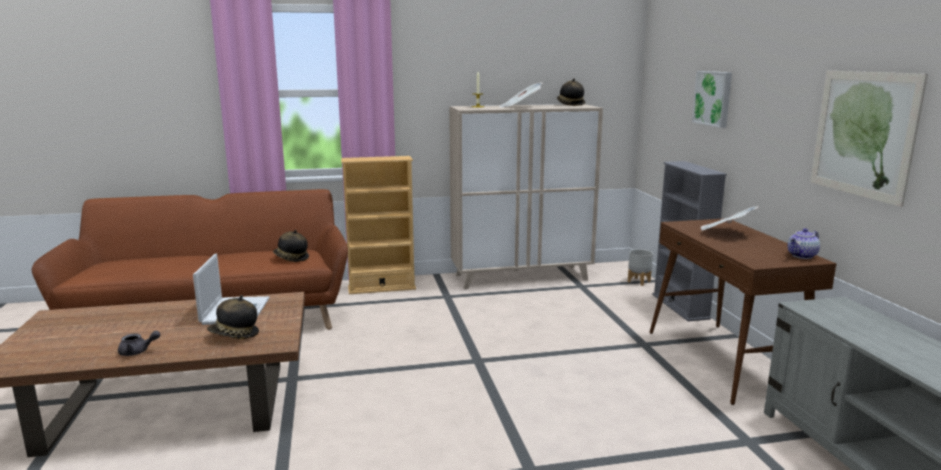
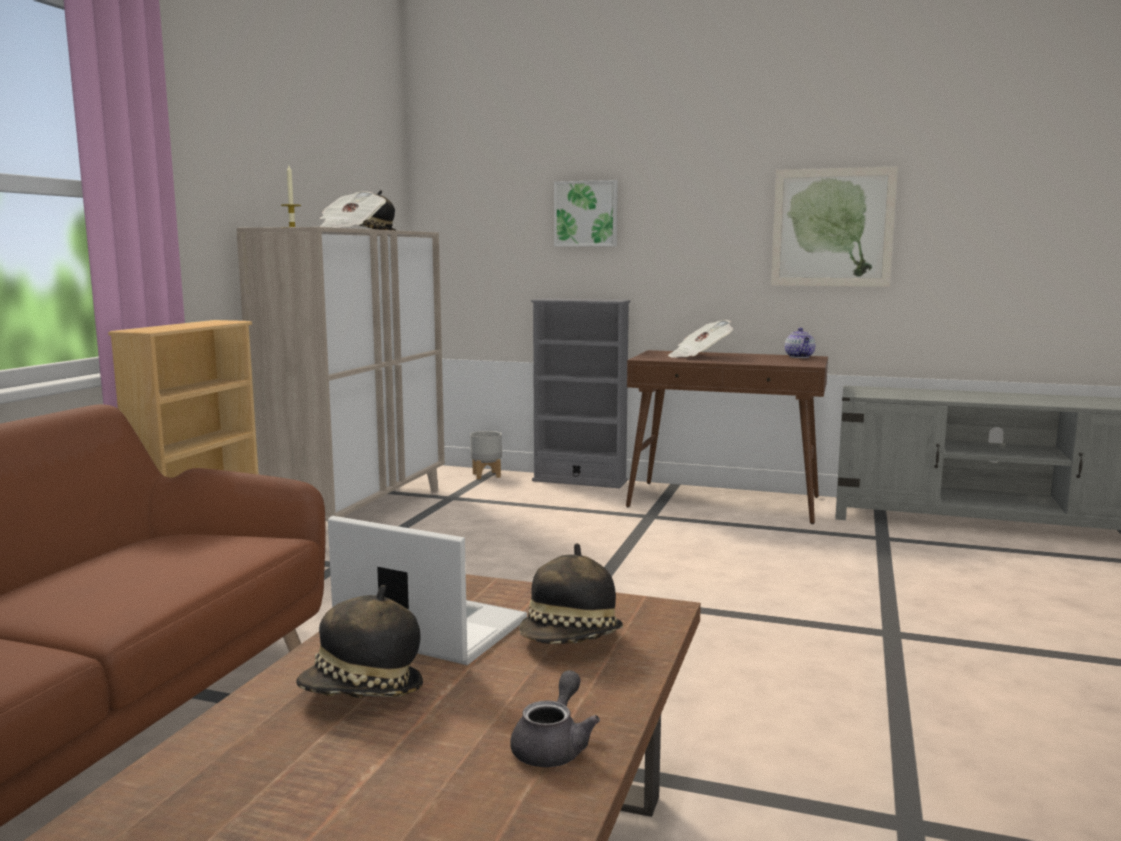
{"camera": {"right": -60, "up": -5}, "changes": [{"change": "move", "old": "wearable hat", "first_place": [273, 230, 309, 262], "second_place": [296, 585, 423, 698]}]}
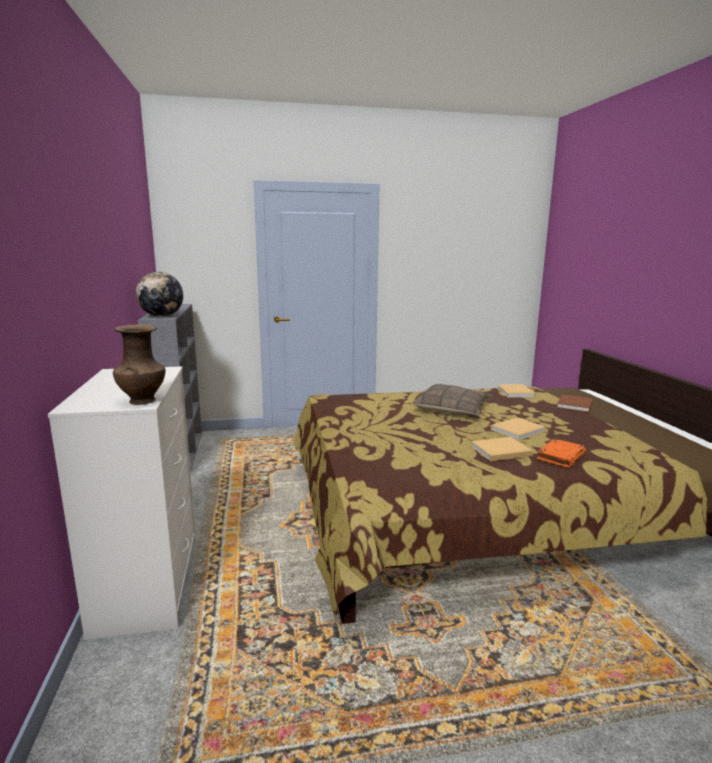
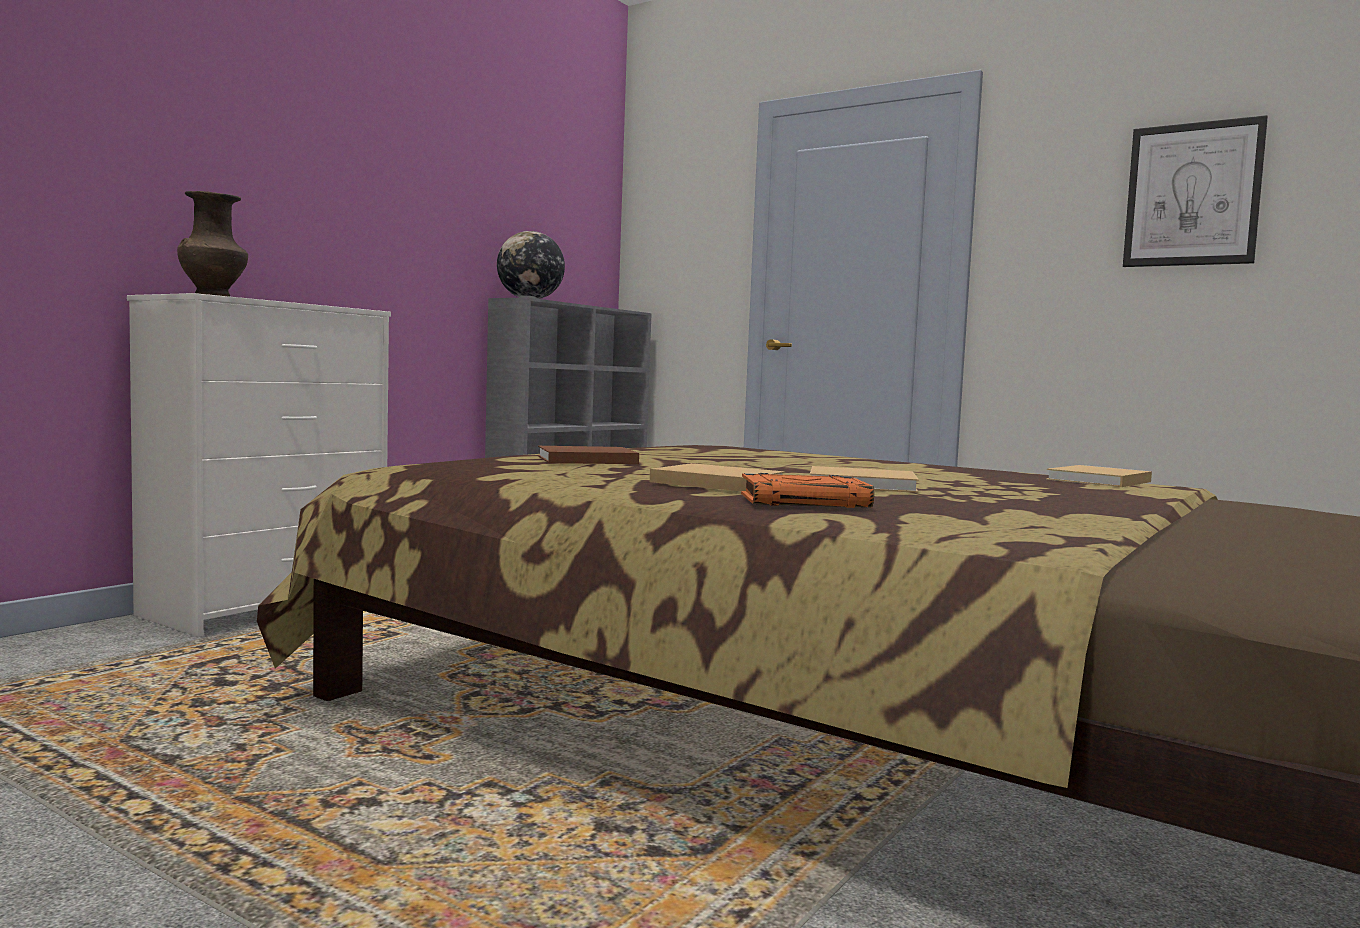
{"camera": {"right": 45, "up": -10}, "changes": [{"change": "move", "old": "brown bound book", "first_place": [557, 394, 593, 412], "second_place": [538, 446, 639, 464]}, {"change": "insert", "new": "wall picture", "second_place": [1123, 115, 1268, 267]}, {"change": "delete", "old": "pillow", "first_place": [412, 384, 493, 415]}]}
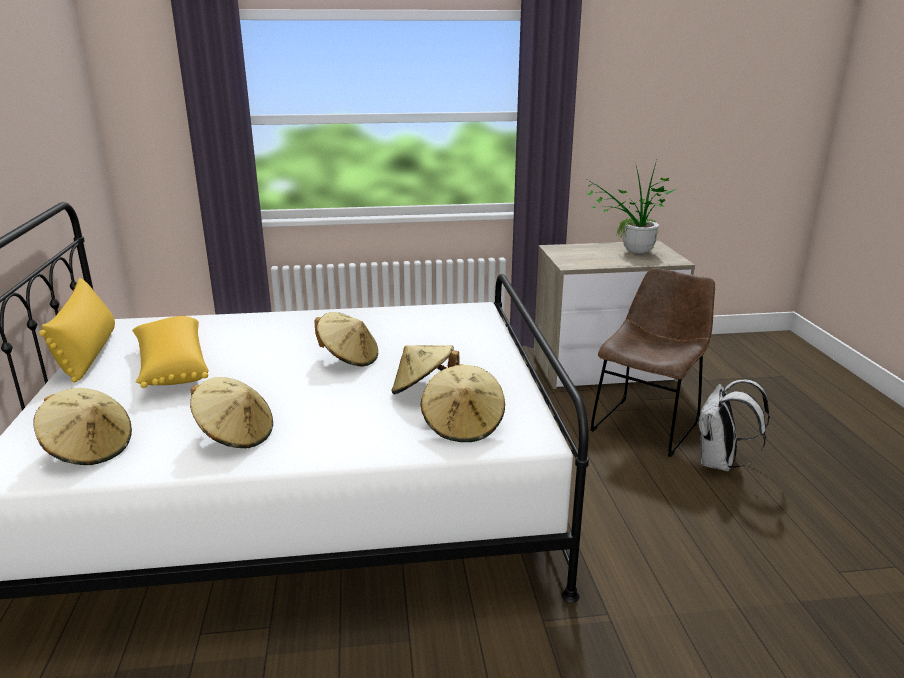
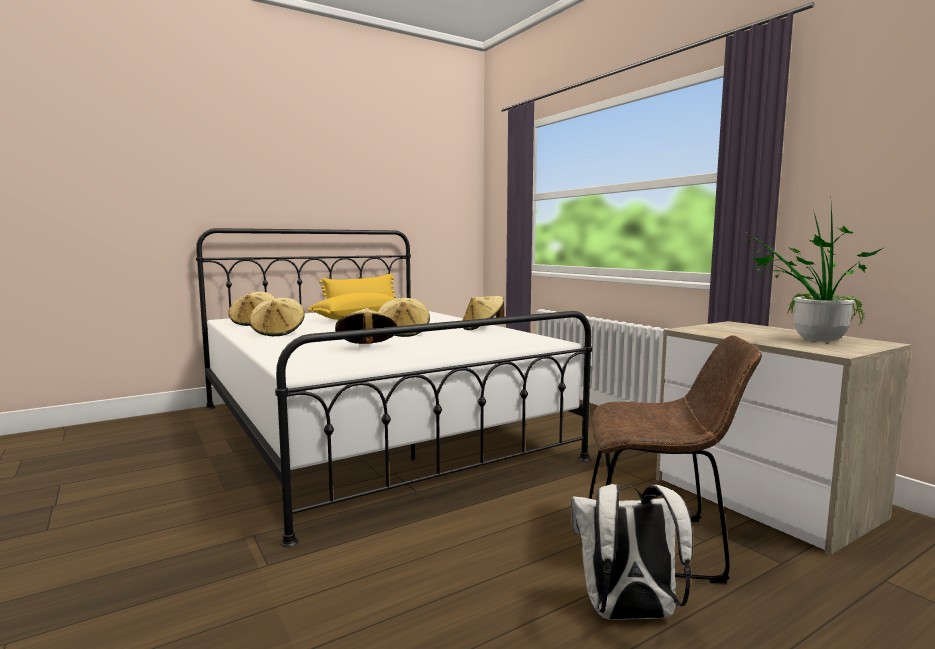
{"camera": {"right": 65, "up": -15}, "changes": [{"change": "move", "old": "sand-coloured wearable hat", "first_place": [420, 364, 505, 442], "second_place": [462, 296, 504, 330]}]}
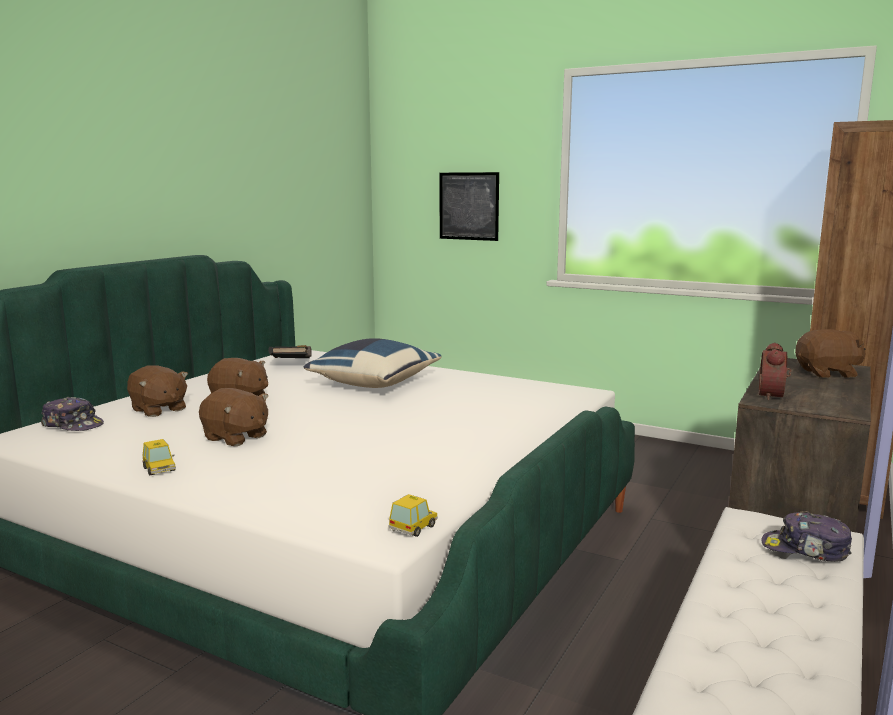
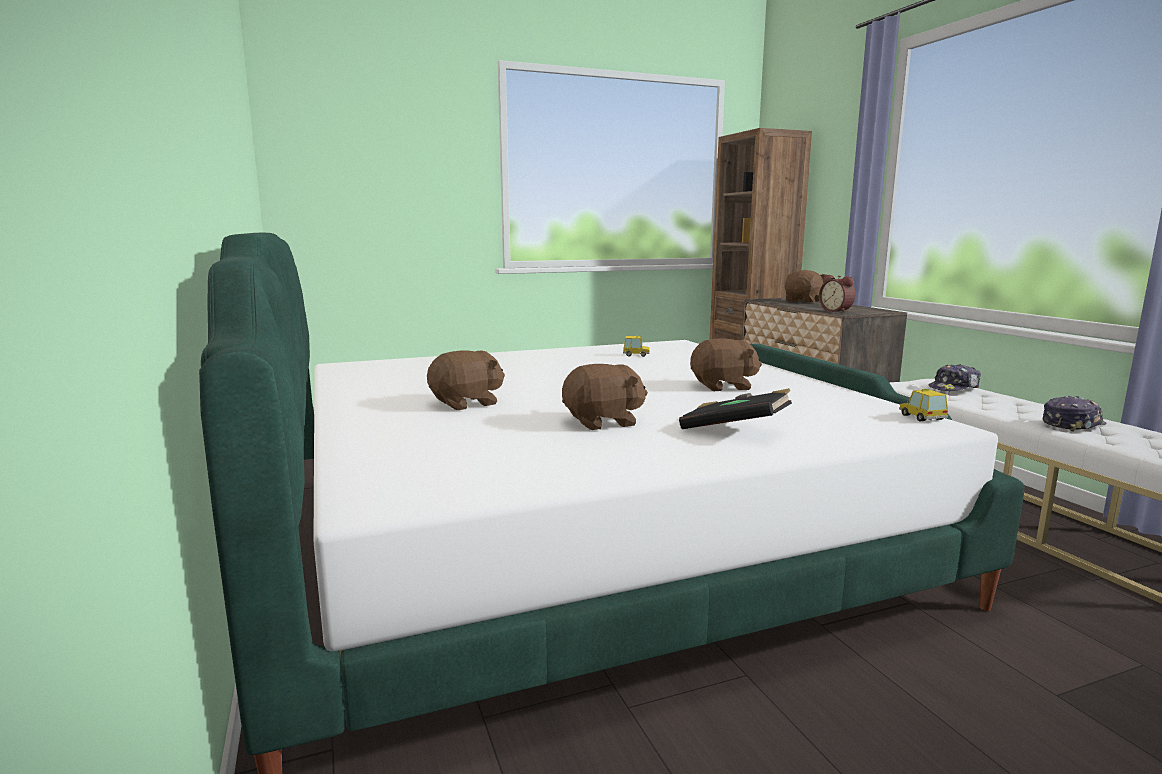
{"camera": {"right": -50, "up": 0}, "changes": [{"change": "move", "old": "miniature car", "first_place": [142, 439, 176, 476], "second_place": [623, 335, 650, 357]}, {"change": "move", "old": "black bound book", "first_place": [268, 345, 312, 358], "second_place": [679, 388, 792, 429]}, {"change": "move", "old": "brown cuddly toy", "first_place": [127, 365, 188, 417], "second_place": [690, 338, 762, 391]}, {"change": "move", "old": "cap", "first_place": [41, 397, 104, 431], "second_place": [1043, 396, 1107, 432]}, {"change": "delete", "old": "blue pillow", "first_place": [304, 338, 441, 388]}, {"change": "delete", "old": "wall picture", "first_place": [440, 172, 499, 241]}]}
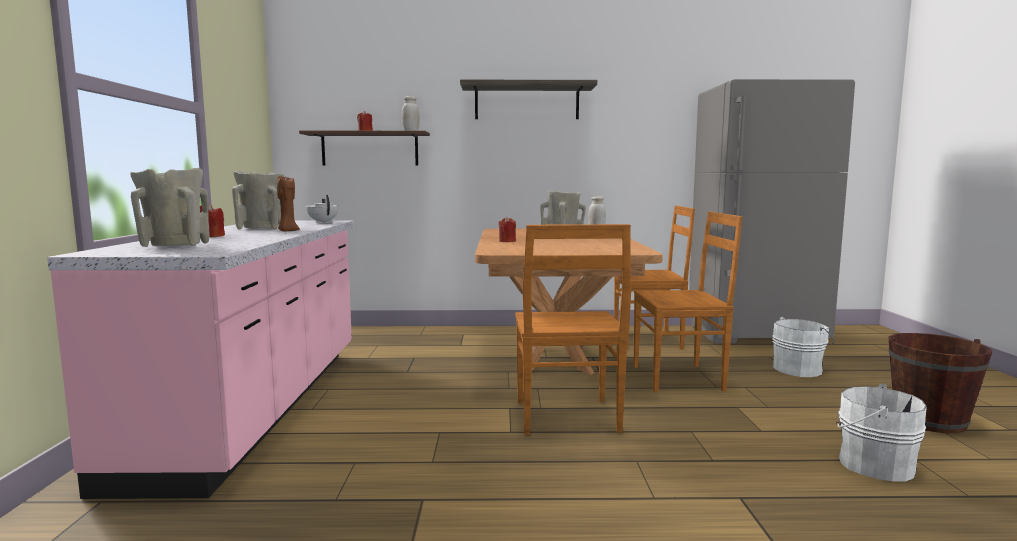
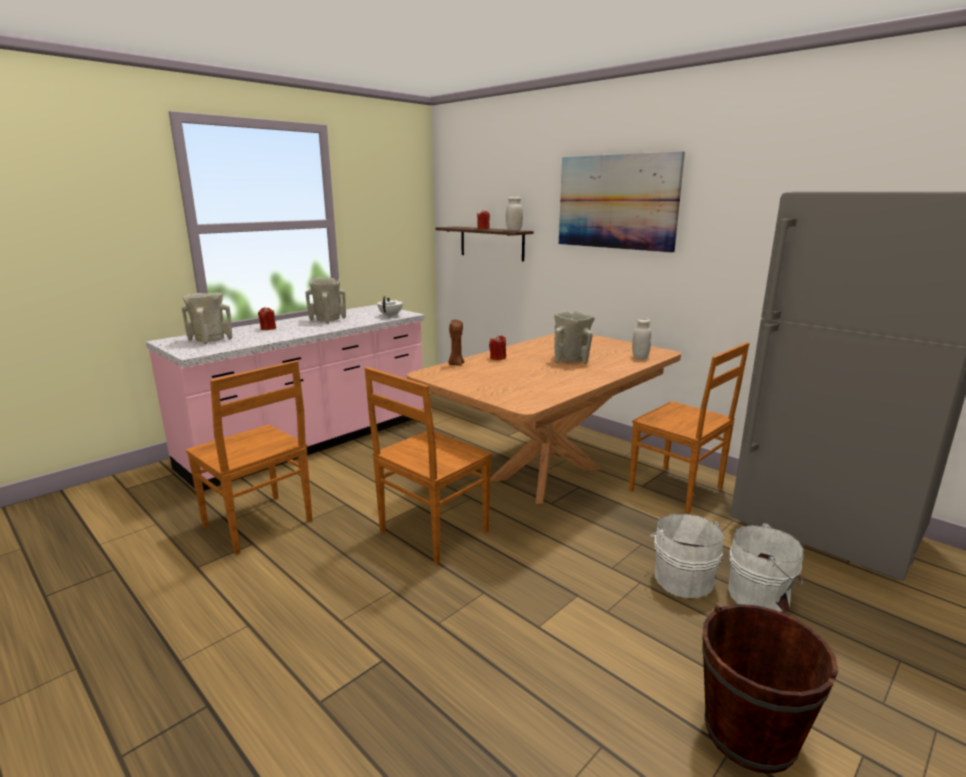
{"camera": {"right": 45, "up": 10}, "changes": [{"change": "move", "old": "brown chair", "first_place": [634, 211, 742, 392], "second_place": [186, 360, 312, 555]}, {"change": "move", "old": "brown wax candle", "first_place": [277, 175, 300, 232], "second_place": [448, 320, 464, 365]}, {"change": "replace", "old": "shelf", "new": "wall picture", "first_place": [460, 80, 597, 119], "second_place": [559, 151, 685, 253]}, {"change": "move", "old": "white-coloured bucket", "first_place": [836, 384, 927, 481], "second_place": [649, 514, 724, 598]}]}
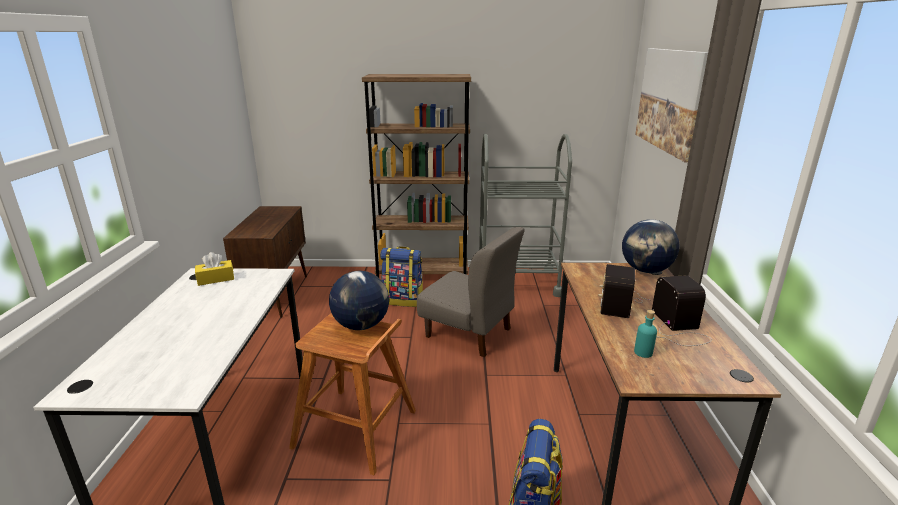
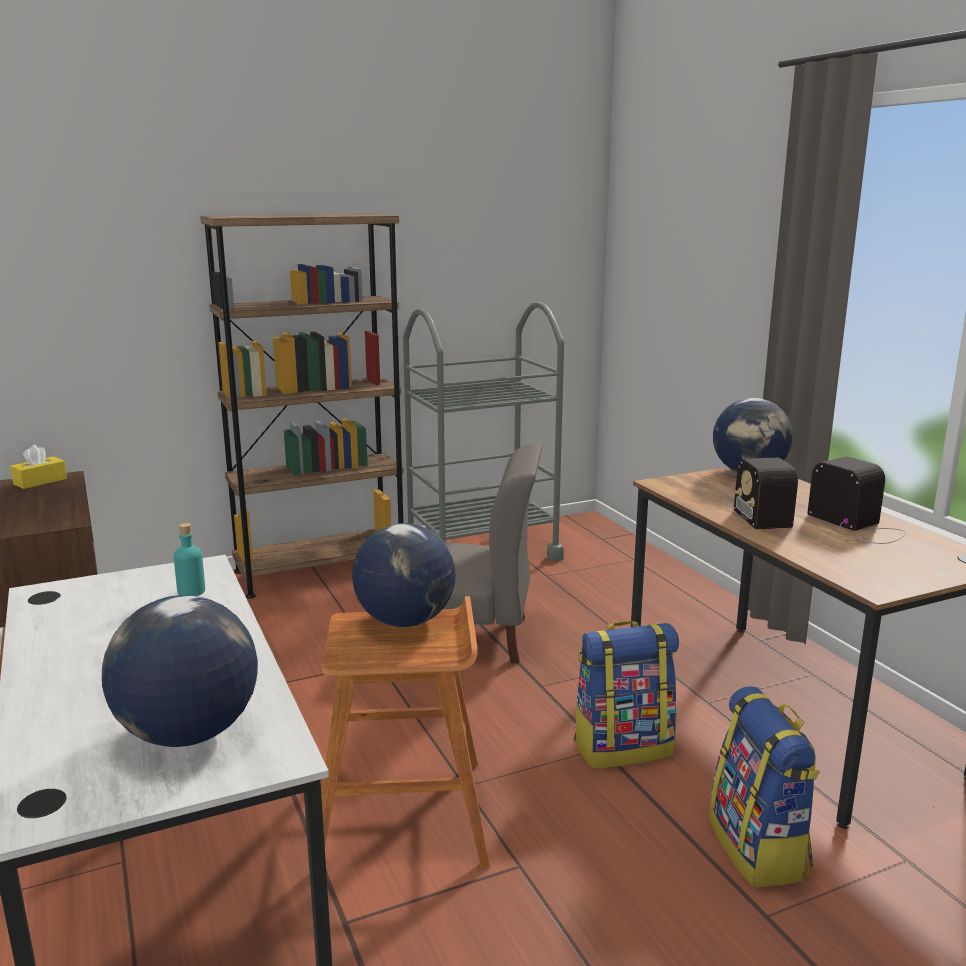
{"camera": {"right": -25, "up": -5}, "changes": [{"change": "move", "old": "yellow tissue holder", "first_place": [195, 252, 234, 286], "second_place": [10, 445, 67, 489]}, {"change": "insert", "new": "desk globe", "second_place": [102, 595, 258, 747]}, {"change": "move", "old": "blue-green beverage bottle", "first_place": [634, 310, 657, 358], "second_place": [174, 523, 205, 596]}, {"change": "move", "old": "backpack", "first_place": [380, 246, 423, 307], "second_place": [574, 621, 679, 768]}, {"change": "delete", "old": "wall picture", "first_place": [635, 48, 708, 163]}]}
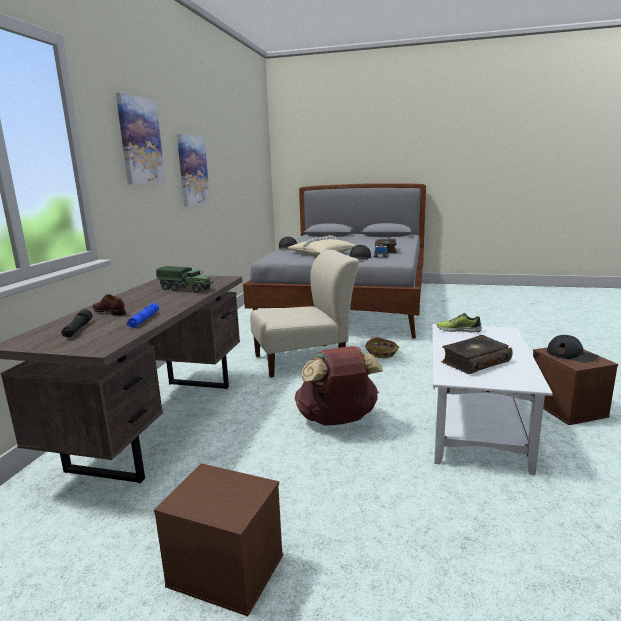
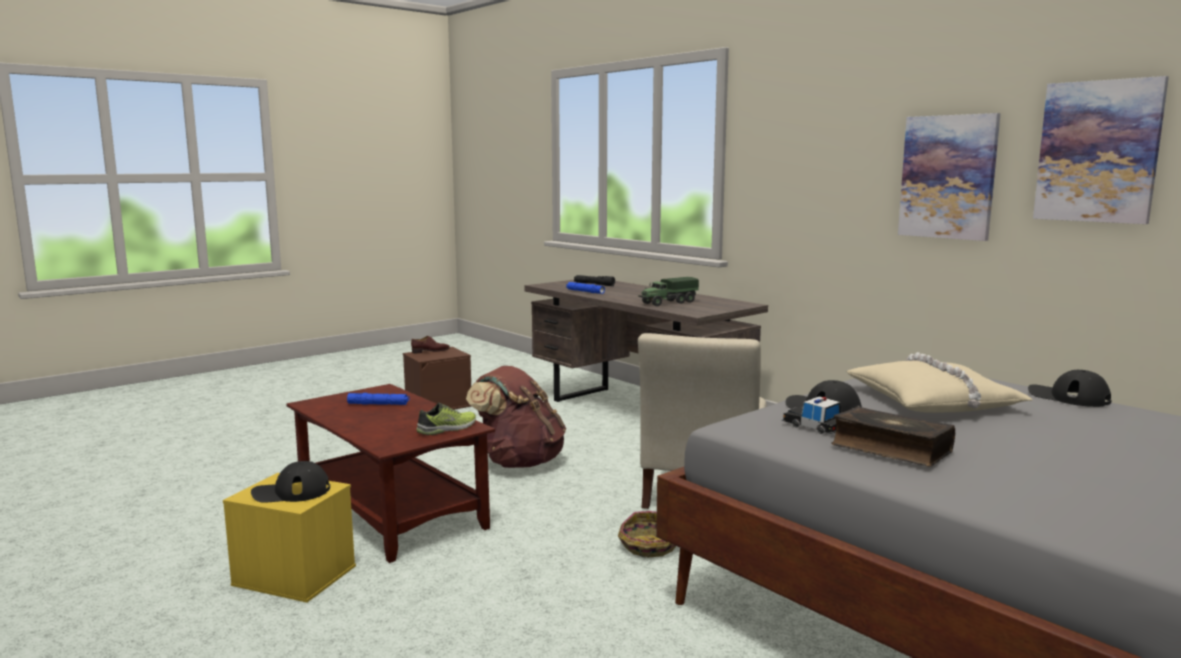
{"camera": {"right": 125, "up": -5}, "changes": [{"change": "recolor", "old": "brown storage bin", "new": "yellow storage bin", "first_place": [530, 347, 618, 425], "second_place": [223, 473, 356, 603]}, {"change": "recolor", "old": "white-coloured low table", "new": "brown low table", "first_place": [432, 324, 553, 475], "second_place": [286, 384, 495, 563]}, {"change": "replace", "old": "bound book", "new": "blue hand torch", "first_place": [441, 335, 513, 374], "second_place": [347, 393, 410, 405]}, {"change": "move", "old": "brown low shoe", "first_place": [93, 294, 126, 316], "second_place": [411, 336, 450, 353]}, {"change": "move", "old": "wall picture", "first_place": [116, 93, 165, 184], "second_place": [1033, 76, 1169, 224]}]}
